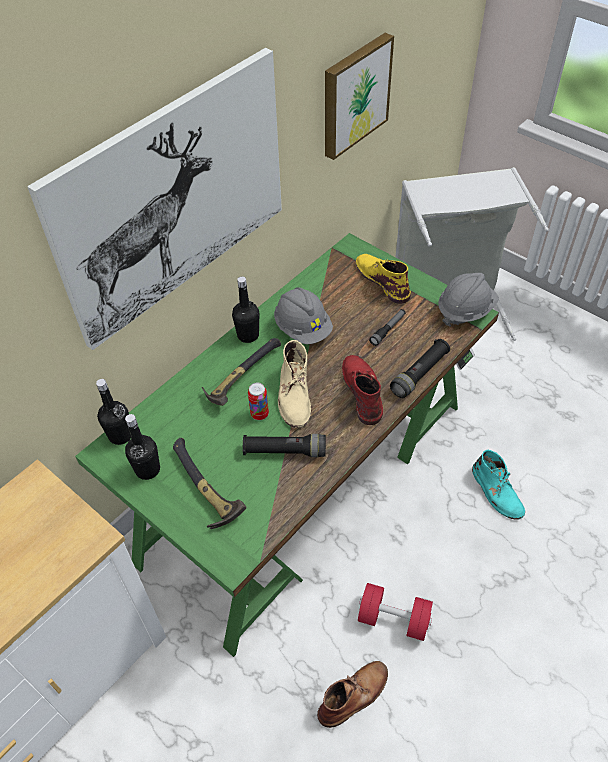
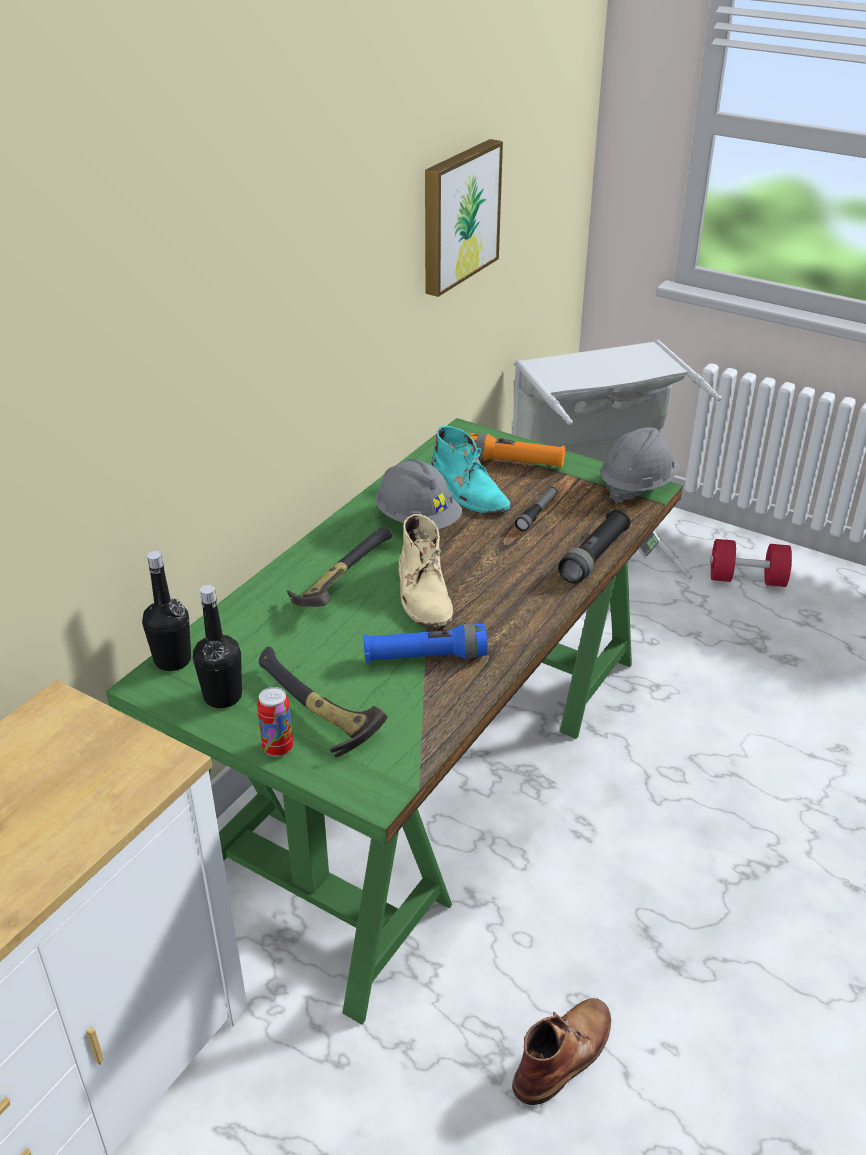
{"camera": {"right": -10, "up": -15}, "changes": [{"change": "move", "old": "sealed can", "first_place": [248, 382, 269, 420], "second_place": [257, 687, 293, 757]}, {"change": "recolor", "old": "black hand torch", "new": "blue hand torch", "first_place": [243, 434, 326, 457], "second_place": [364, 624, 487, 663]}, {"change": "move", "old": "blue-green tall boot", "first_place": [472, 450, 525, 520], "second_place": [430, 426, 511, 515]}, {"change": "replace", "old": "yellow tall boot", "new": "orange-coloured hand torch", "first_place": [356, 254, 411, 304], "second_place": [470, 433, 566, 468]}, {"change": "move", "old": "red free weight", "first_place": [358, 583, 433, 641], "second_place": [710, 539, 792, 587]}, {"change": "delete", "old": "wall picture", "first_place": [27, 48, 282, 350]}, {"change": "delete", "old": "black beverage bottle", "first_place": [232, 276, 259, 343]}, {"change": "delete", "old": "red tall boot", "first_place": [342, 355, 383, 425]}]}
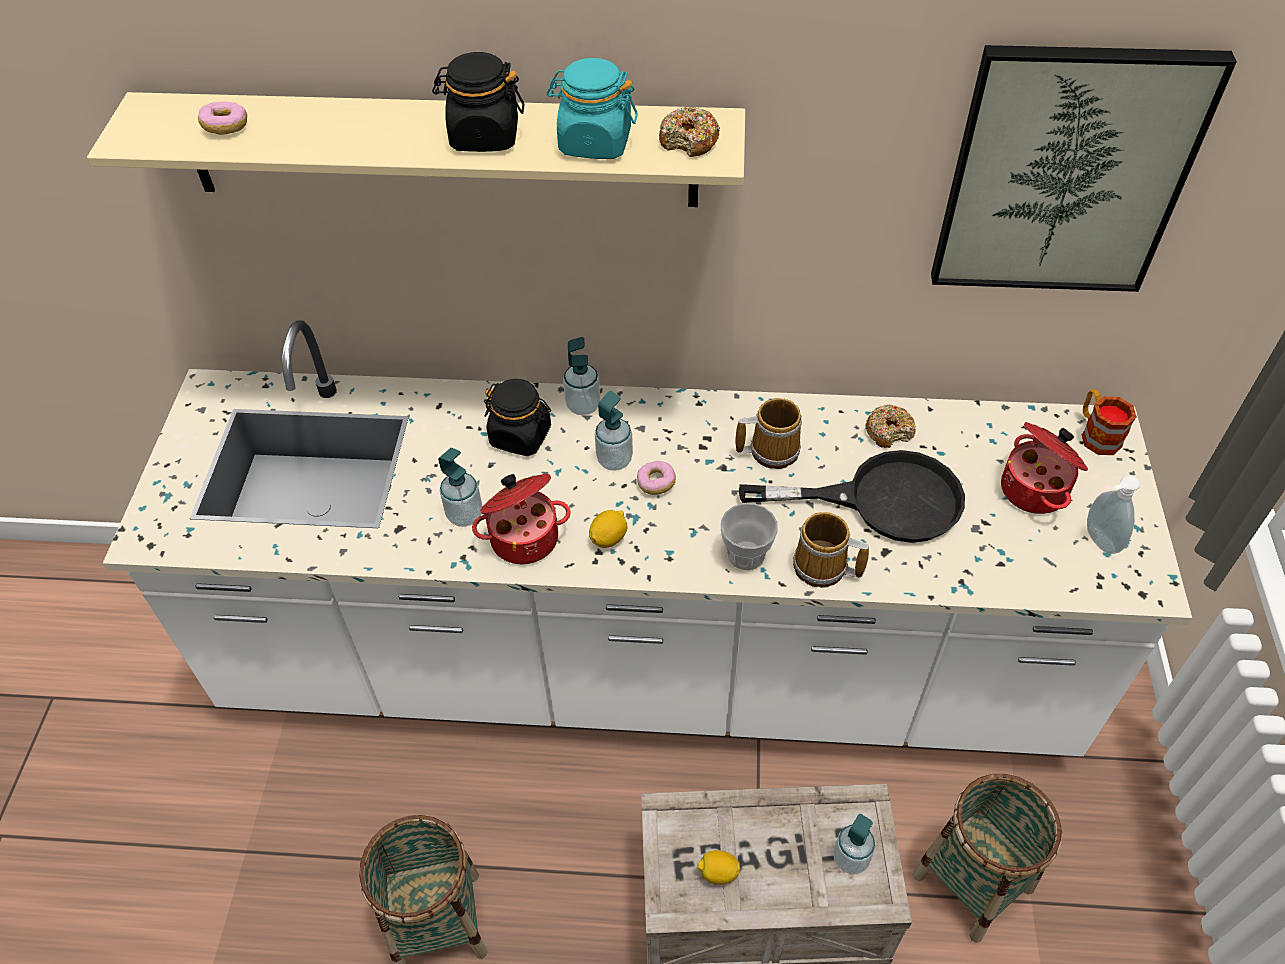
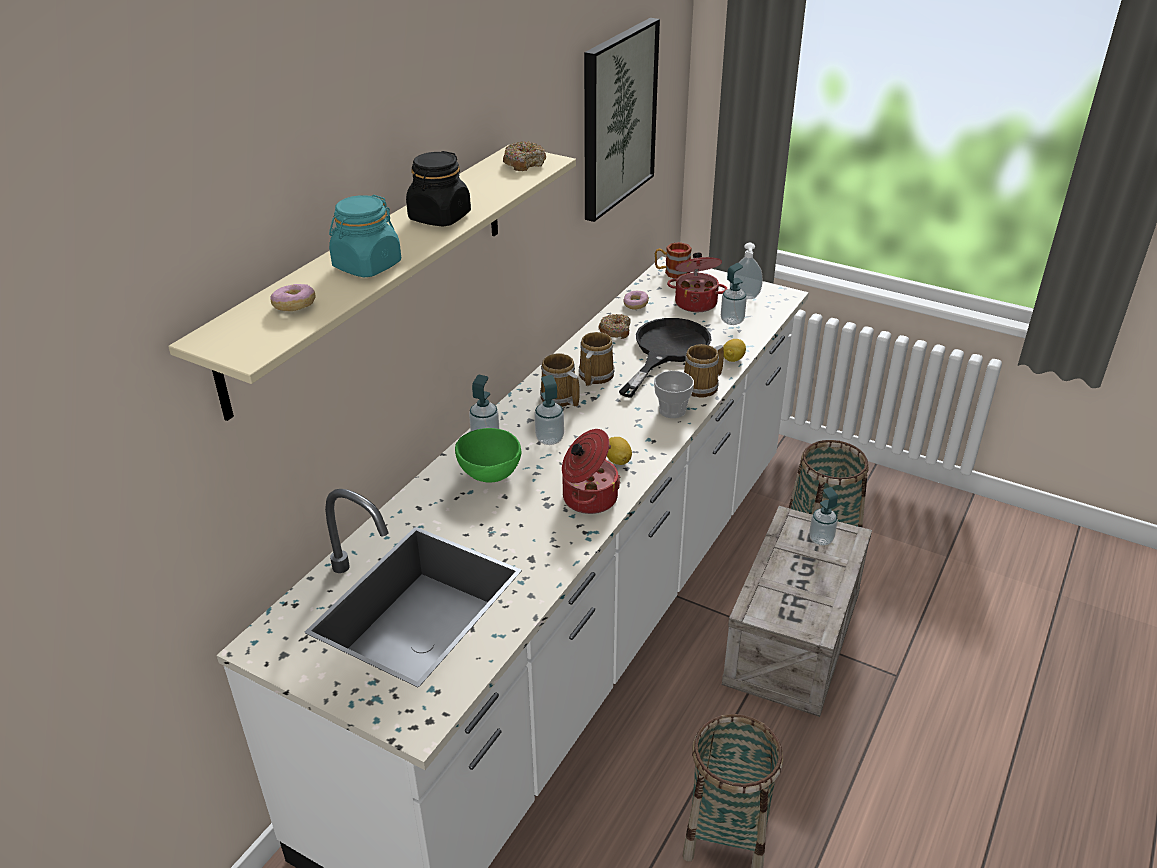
{"camera": {"right": -65, "up": -15}, "changes": [{"change": "move", "old": "blue-green storage jar", "first_place": [547, 58, 638, 159], "second_place": [329, 195, 401, 278]}, {"change": "replace", "old": "black storage jar", "new": "greenish deep dish", "first_place": [484, 379, 551, 456], "second_place": [455, 428, 521, 483]}, {"change": "insert", "new": "mug", "second_place": [540, 353, 580, 407]}, {"change": "move", "old": "donut", "first_place": [637, 461, 676, 495], "second_place": [623, 291, 649, 310]}, {"change": "move", "old": "soap dispenser", "first_place": [438, 448, 483, 527], "second_place": [721, 263, 747, 325]}, {"change": "move", "old": "whole lemon", "first_place": [697, 850, 741, 884], "second_place": [723, 339, 746, 362]}]}
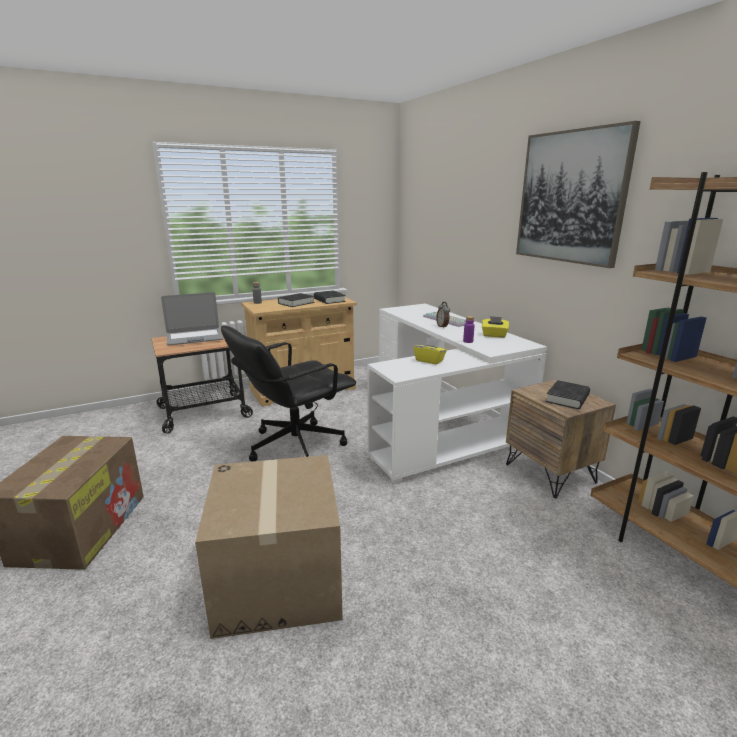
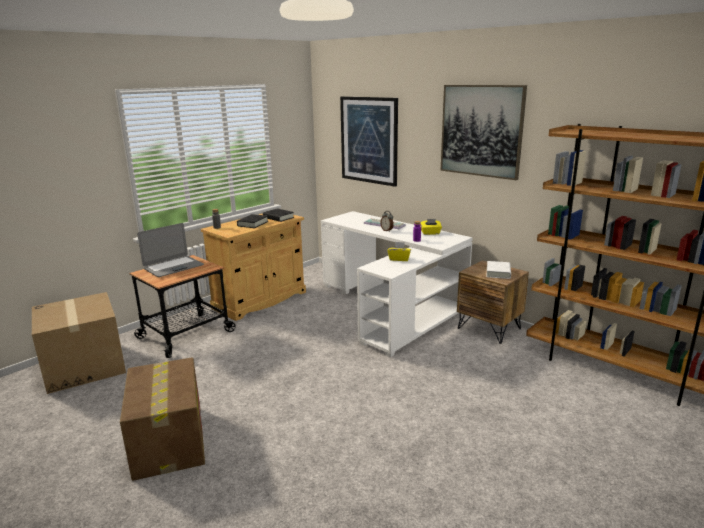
{"camera": {"right": -20, "up": 0}, "changes": [{"change": "move", "old": "carton", "first_place": [195, 455, 343, 639], "second_place": [32, 292, 126, 394]}, {"change": "insert", "new": "wall picture", "second_place": [340, 96, 398, 187]}, {"change": "recolor", "old": "black bound book", "new": "white-coloured bound book", "first_place": [546, 380, 590, 409], "second_place": [487, 261, 511, 279]}, {"change": "delete", "old": "black desk chair", "first_place": [221, 326, 356, 462]}]}
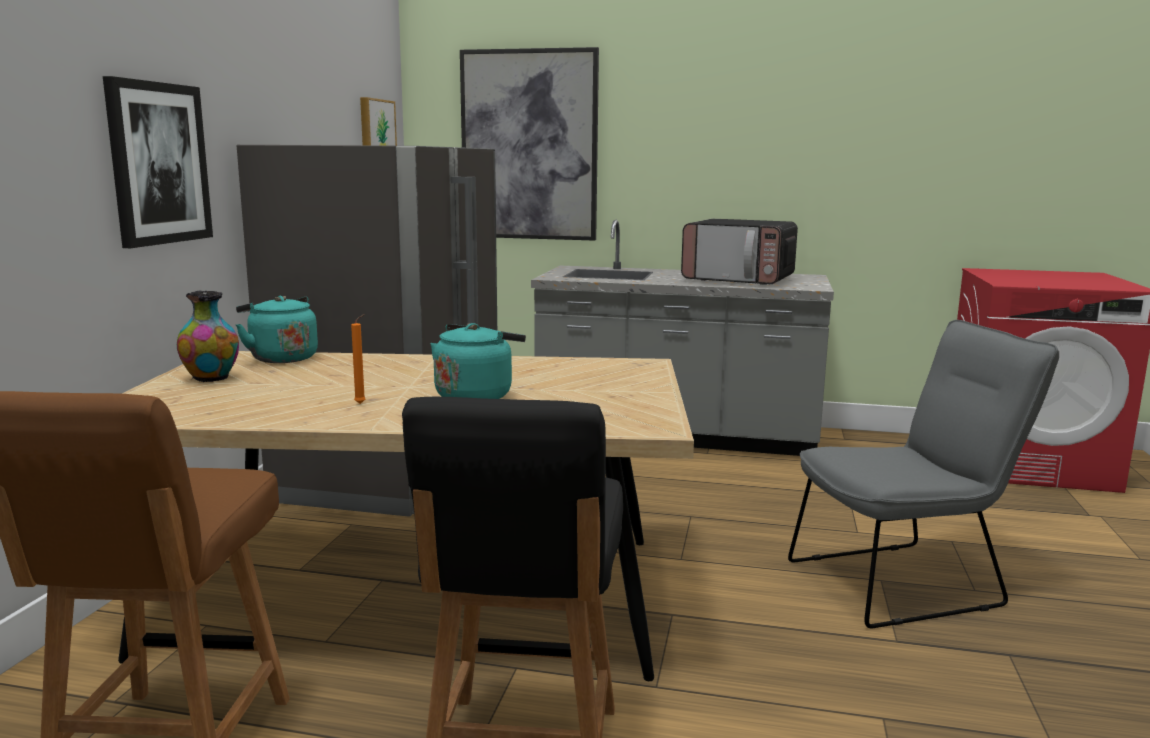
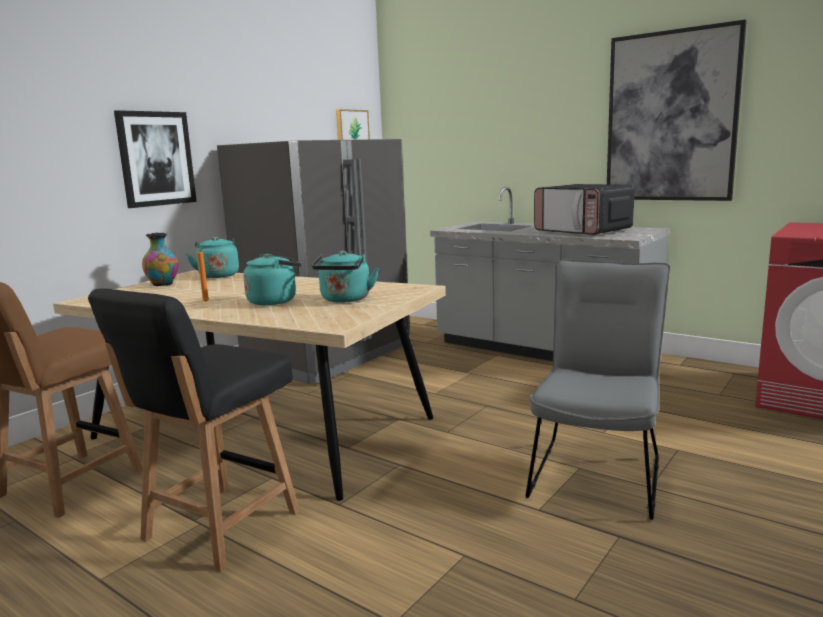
{"camera": {"right": 25, "up": 0}, "changes": [{"change": "insert", "new": "blue-green tea kettle", "second_place": [311, 251, 379, 303]}, {"change": "rotate", "old": "greyish chair", "first_place": [788, 320, 1059, 628], "second_place": [526, 259, 670, 520], "degrees": -75}, {"change": "move", "old": "wall picture", "first_place": [460, 47, 599, 241], "second_place": [607, 19, 747, 201]}]}
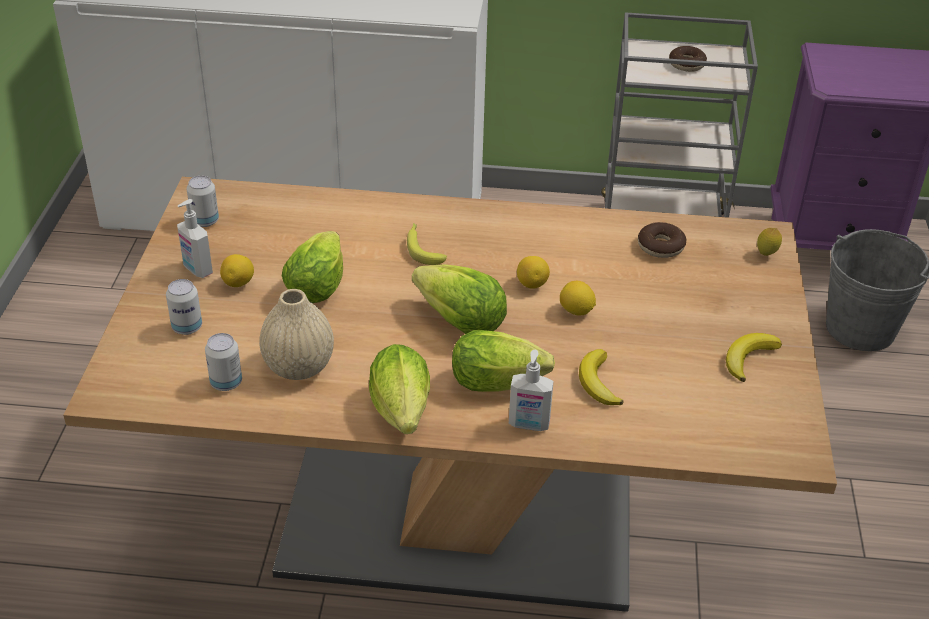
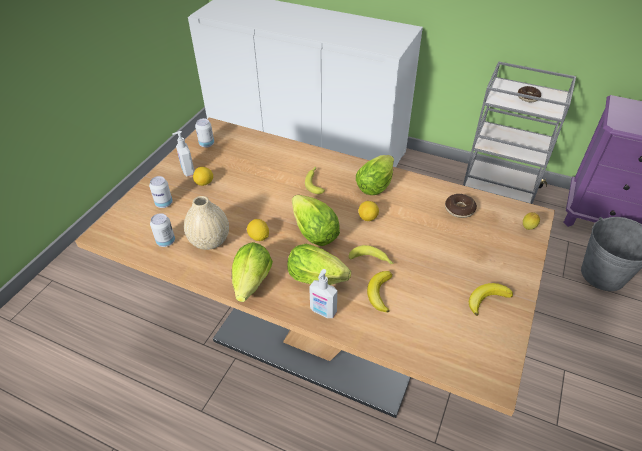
{"camera": {"right": 20, "up": 5}, "changes": [{"change": "move", "old": "whole lemon", "first_place": [560, 281, 596, 316], "second_place": [247, 219, 269, 241]}, {"change": "insert", "new": "banana", "second_place": [349, 245, 394, 264]}, {"change": "move", "old": "lettuce", "first_place": [282, 231, 343, 303], "second_place": [356, 155, 394, 195]}]}
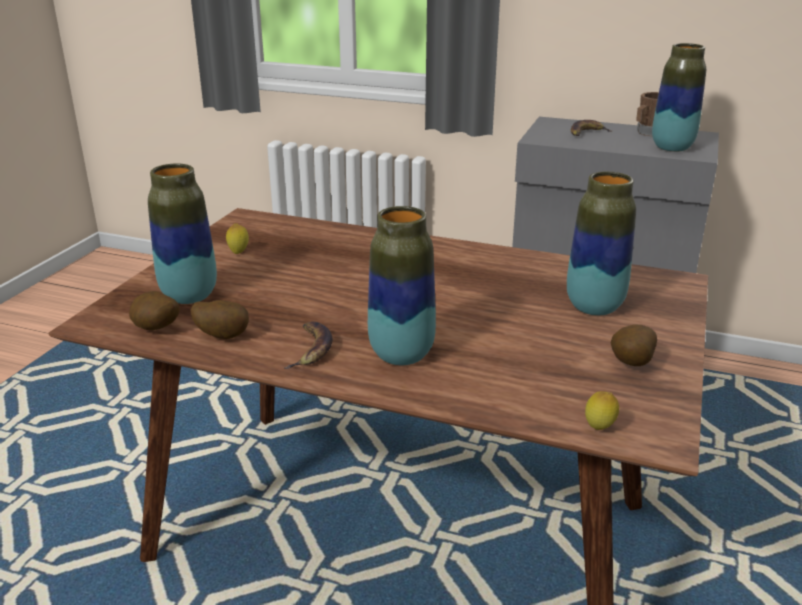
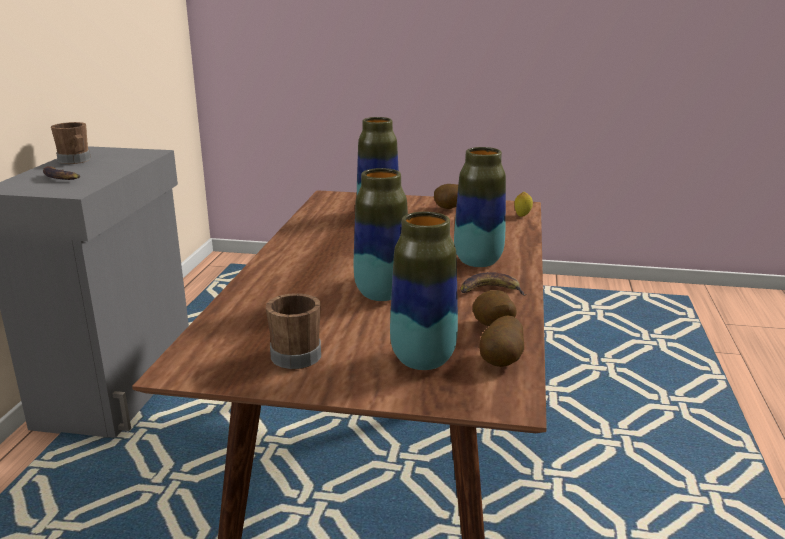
{"camera": {"right": -100, "up": -5}, "changes": [{"change": "replace", "old": "whole lemon", "new": "brown mug", "first_place": [226, 223, 249, 254], "second_place": [266, 293, 321, 369]}, {"change": "move", "old": "decorative vase", "first_place": [652, 43, 706, 152], "second_place": [354, 168, 408, 301]}]}
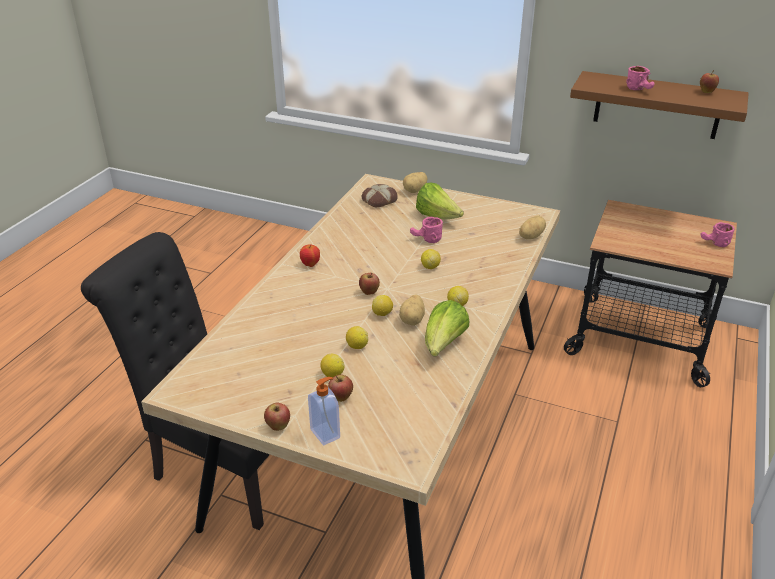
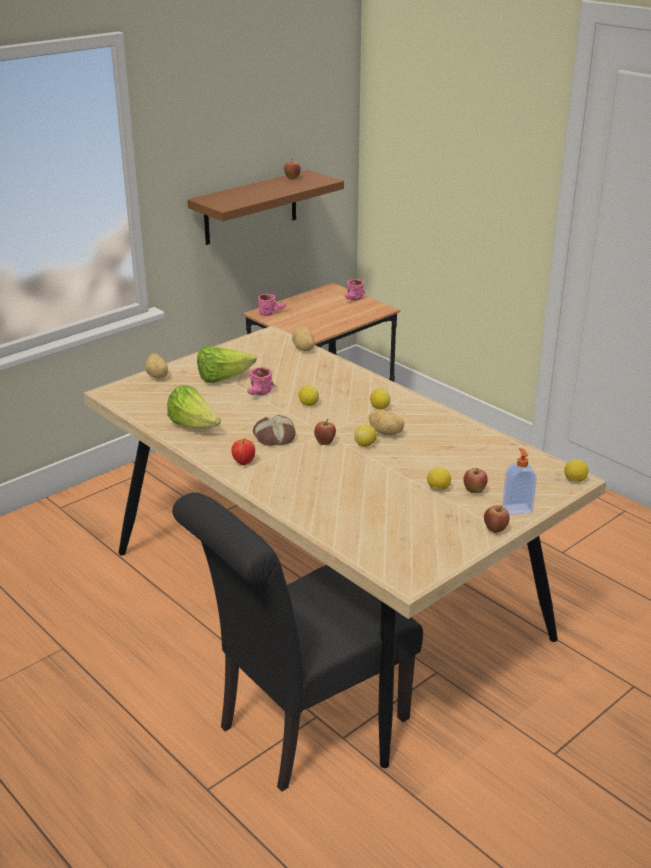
{"camera": {"right": -65, "up": -5}, "changes": [{"change": "move", "old": "lettuce", "first_place": [425, 300, 469, 357], "second_place": [167, 385, 221, 429]}, {"change": "move", "old": "bread", "first_place": [362, 184, 398, 207], "second_place": [253, 415, 296, 446]}, {"change": "move", "old": "pinkish mug", "first_place": [626, 66, 654, 91], "second_place": [258, 294, 286, 316]}, {"change": "move", "old": "whole lemon", "first_place": [346, 326, 368, 349], "second_place": [564, 459, 588, 482]}]}
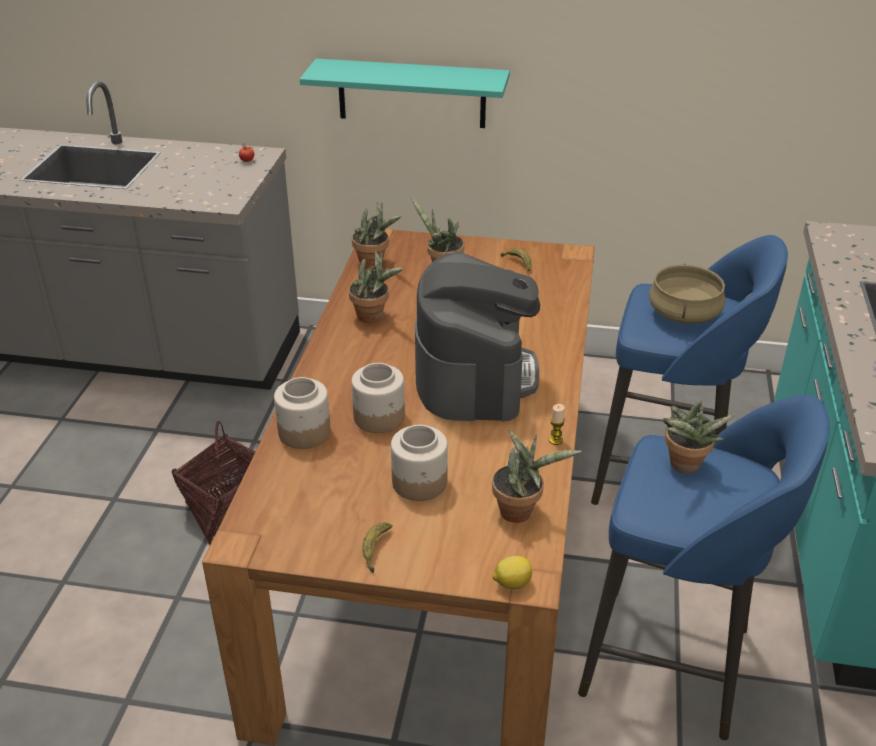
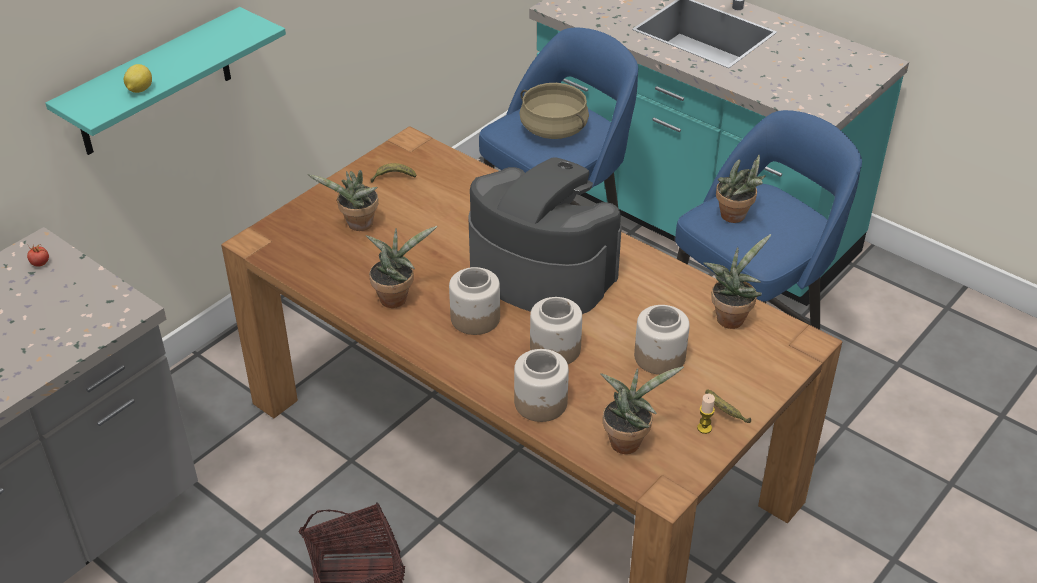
{"camera": {"right": -60, "up": 5}, "changes": [{"change": "move", "old": "whole lemon", "first_place": [493, 556, 532, 589], "second_place": [124, 64, 152, 93]}, {"change": "insert", "new": "storage jar", "second_place": [449, 267, 500, 335]}, {"change": "move", "old": "potted plant", "first_place": [352, 202, 401, 269], "second_place": [600, 366, 684, 454]}, {"change": "move", "old": "wax candle", "first_place": [549, 404, 565, 445], "second_place": [697, 394, 715, 434]}]}
